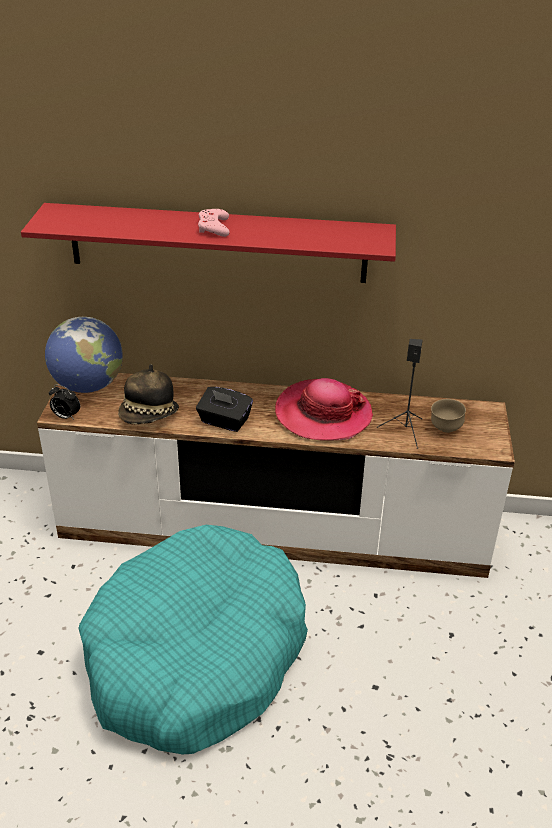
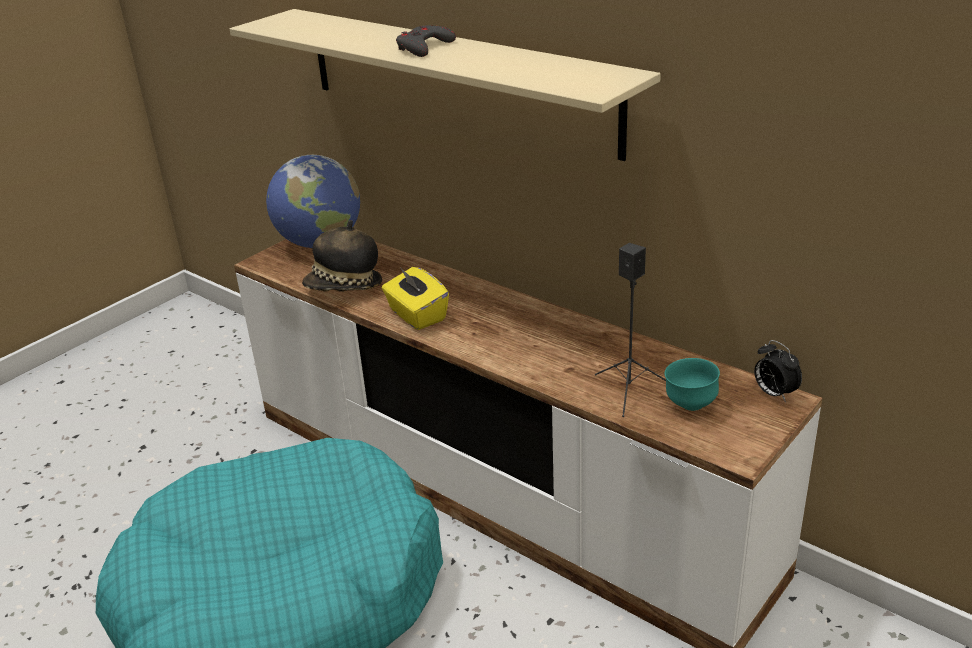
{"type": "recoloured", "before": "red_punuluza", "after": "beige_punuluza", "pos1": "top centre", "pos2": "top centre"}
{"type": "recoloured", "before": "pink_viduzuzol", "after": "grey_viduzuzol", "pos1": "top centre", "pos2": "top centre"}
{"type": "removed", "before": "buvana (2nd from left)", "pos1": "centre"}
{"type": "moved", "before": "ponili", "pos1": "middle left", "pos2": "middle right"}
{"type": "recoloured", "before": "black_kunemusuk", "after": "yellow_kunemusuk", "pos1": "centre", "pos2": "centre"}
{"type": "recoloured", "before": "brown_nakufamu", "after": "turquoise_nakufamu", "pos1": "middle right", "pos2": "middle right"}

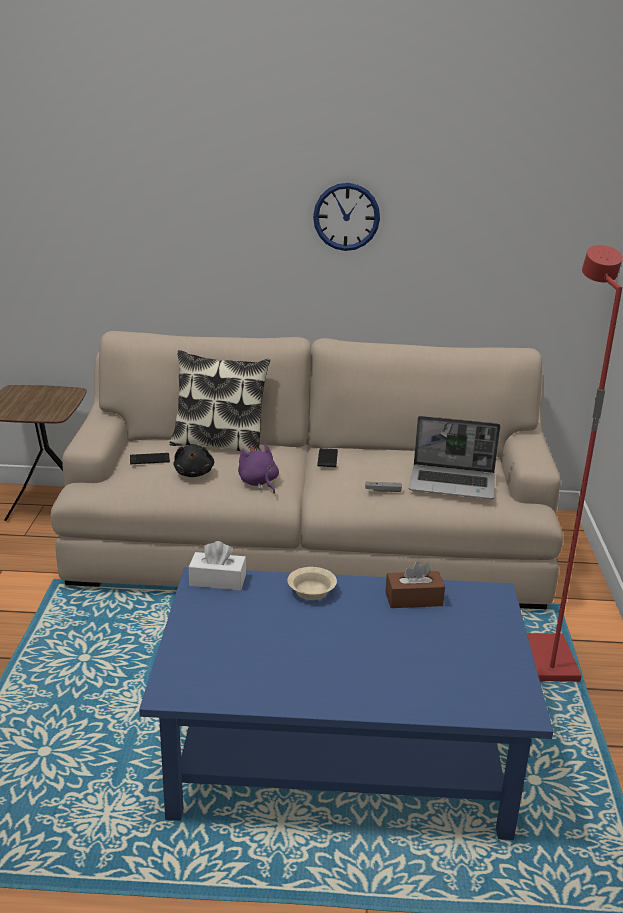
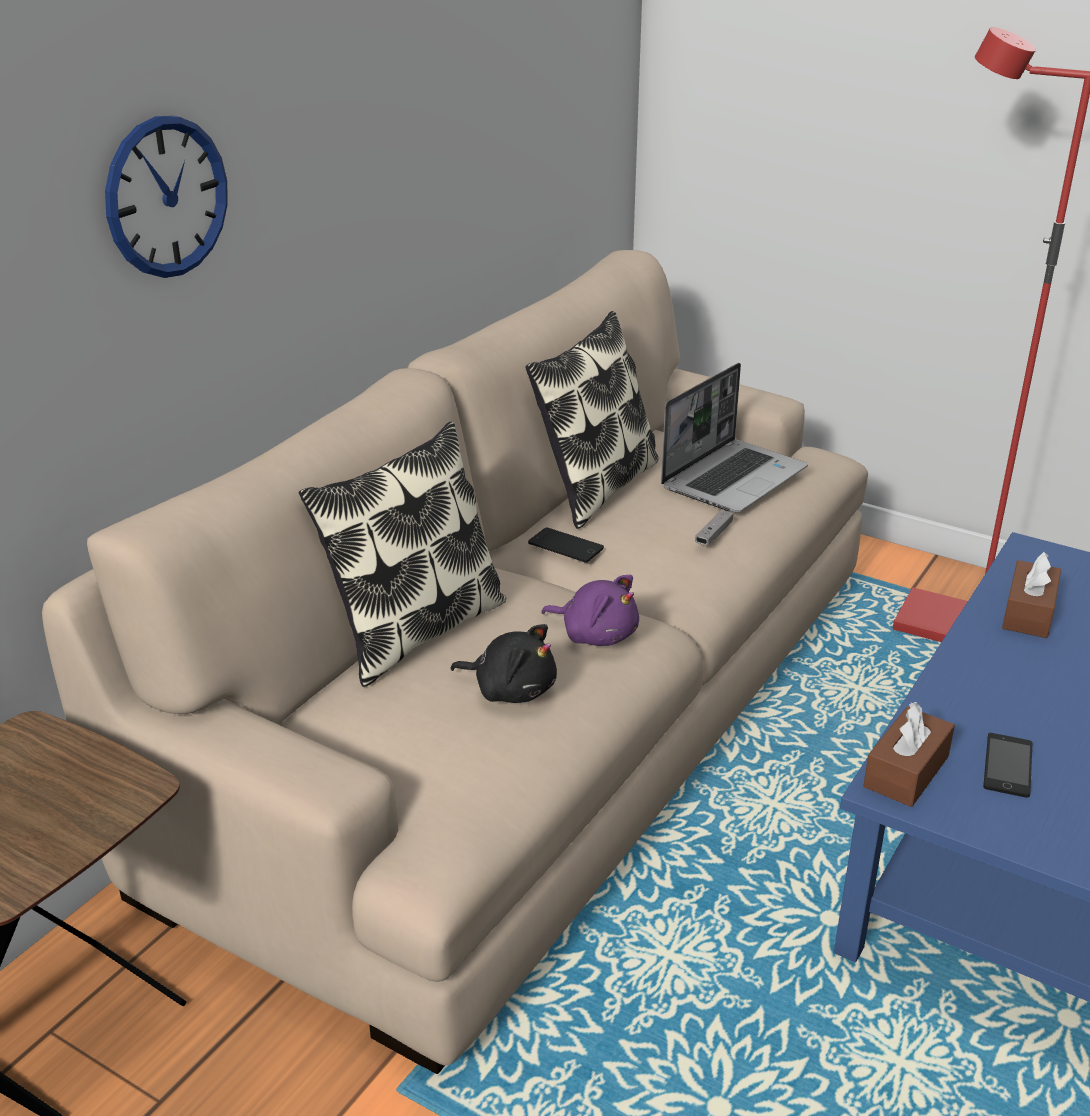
{"type": "moved", "before": "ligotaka", "pos1": "top centre", "pos2": "top left"}
{"type": "turned", "before": "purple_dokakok", "pos1": "centre", "pos2": "centre", "turn": -150}
{"type": "moved", "before": "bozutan (1st from left in the first image)", "after": "bozutan (2nd from left)", "pos1": "middle left", "pos2": "bottom right"}
{"type": "recoloured", "before": "white_kunemusuk", "after": "brown_kunemusuk (1st from left)", "pos1": "centre", "pos2": "bottom right"}
{"type": "removed", "before": "beige_nakufamu", "pos1": "centre"}
{"type": "added", "after": "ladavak (2nd from left)", "pos2": "centre"}

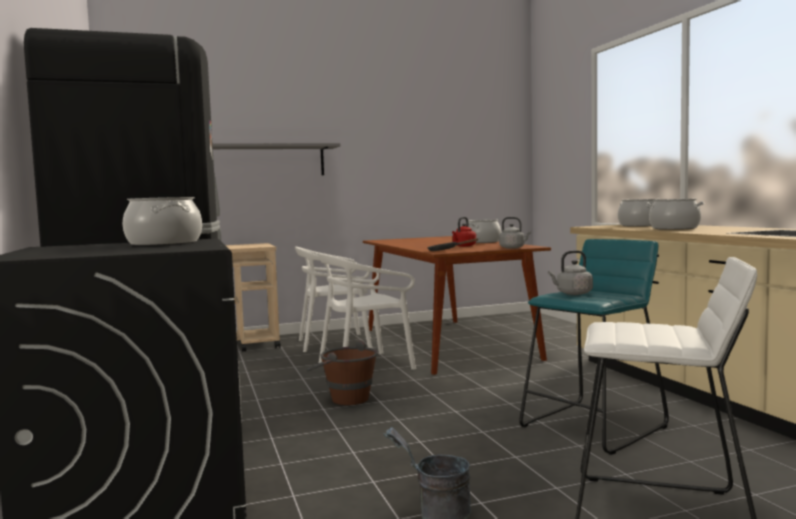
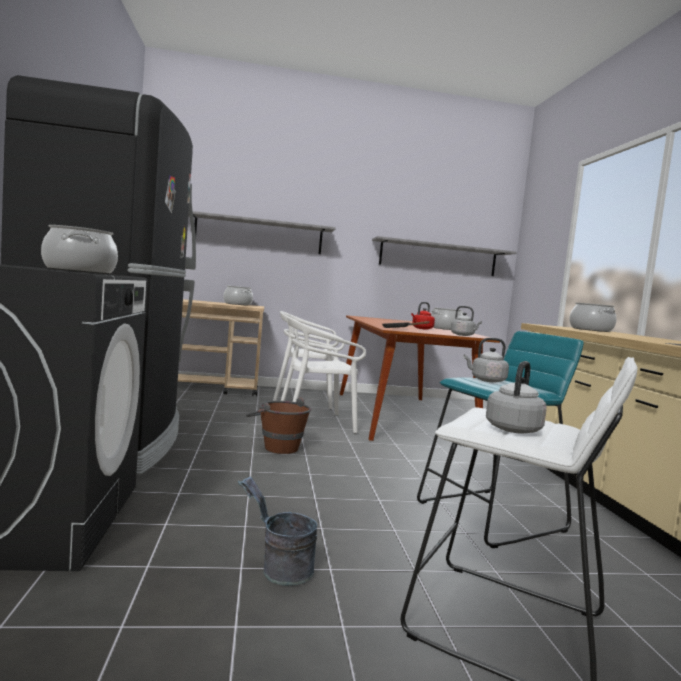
{"type": "moved", "before": "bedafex (4th from left in the first image)", "after": "bedafex (2nd from left)", "pos1": "middle right", "pos2": "centre"}
{"type": "added", "after": "grey_punuluza (2nd from left)", "pos2": "centre"}
{"type": "added", "after": "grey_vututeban (3rd from left)", "pos2": "middle right"}

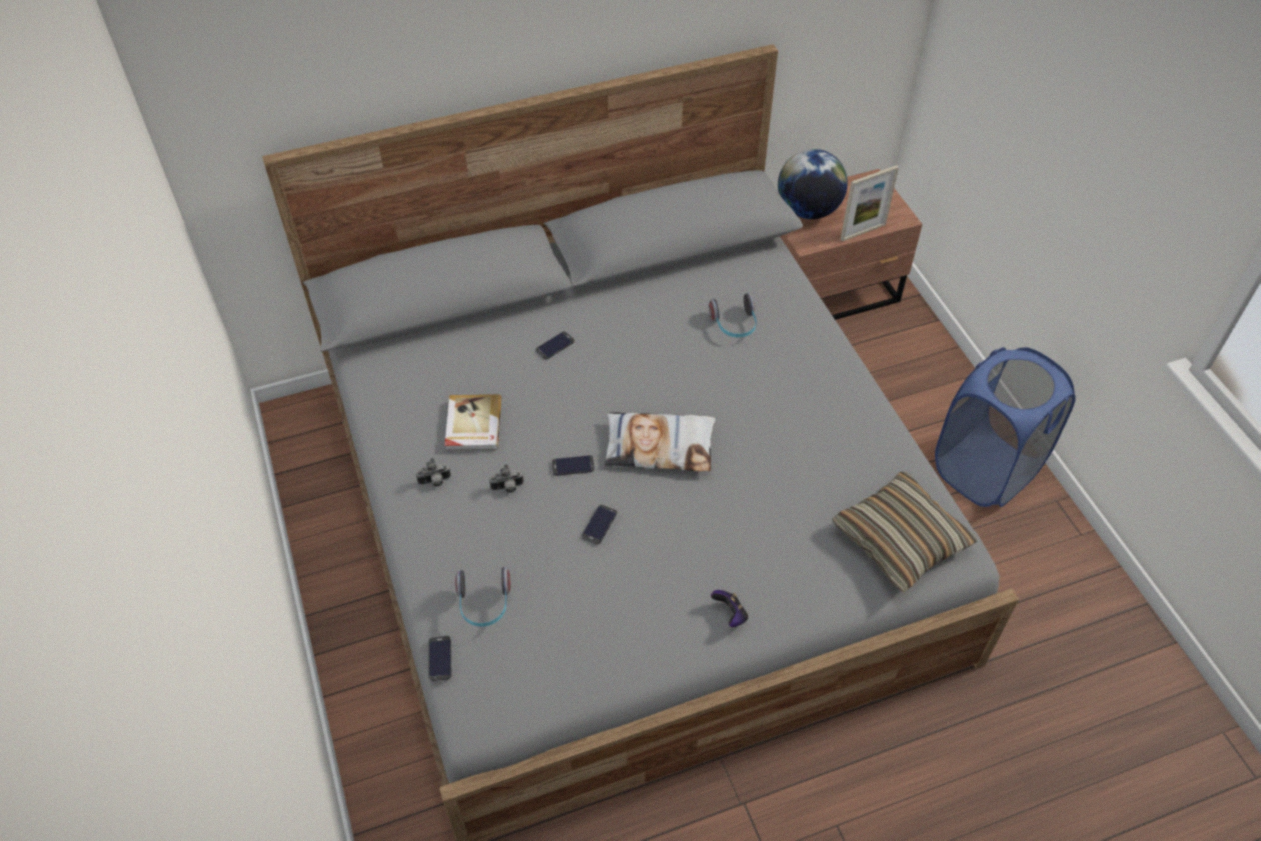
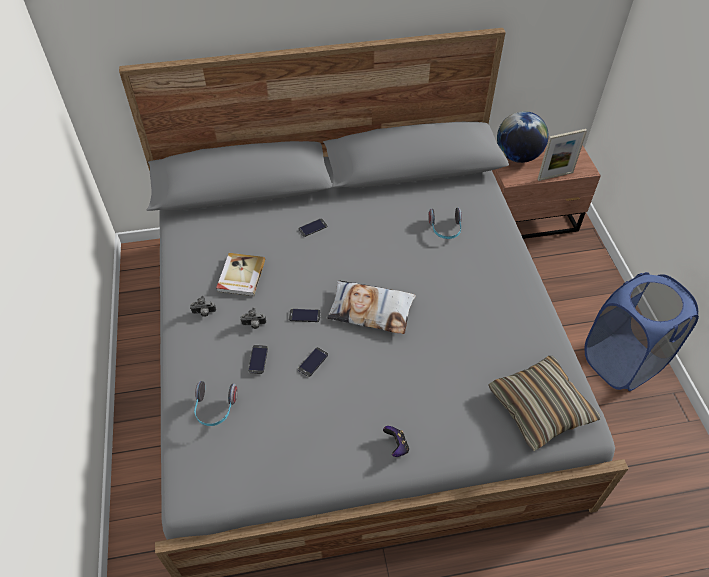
{"type": "moved", "before": "bozutan (1st from left)", "pos1": "bottom centre", "pos2": "centre"}

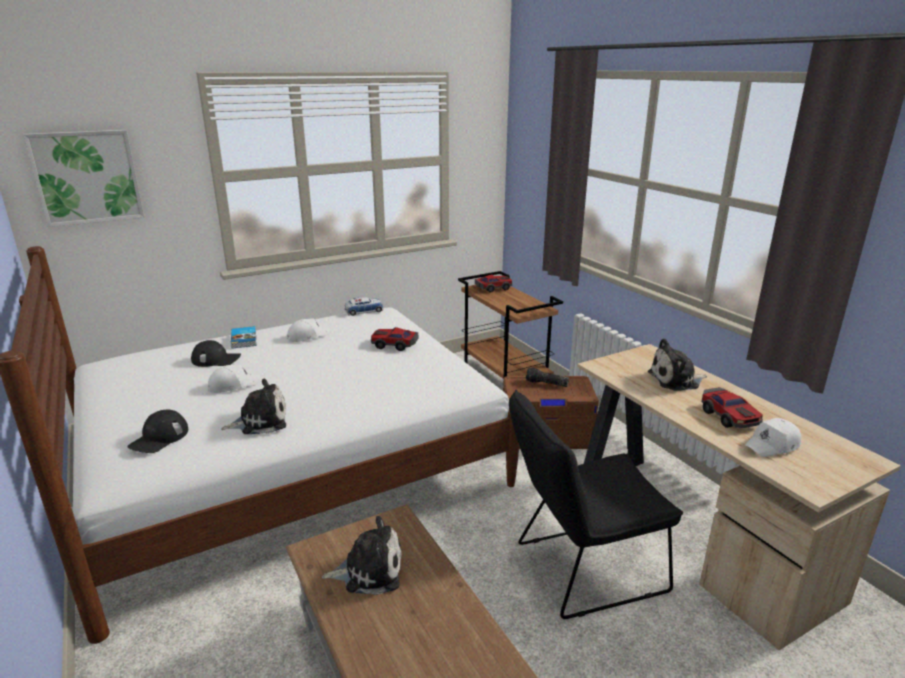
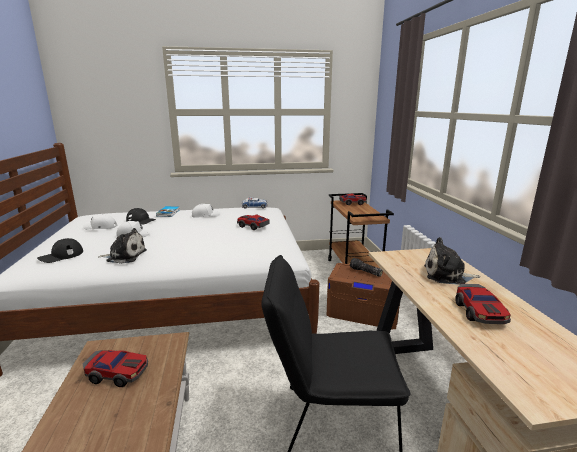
{"type": "removed", "before": "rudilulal", "pos1": "top left"}
{"type": "moved", "before": "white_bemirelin (3rd from left in the first image)", "after": "white_bemirelin (1st from left)", "pos1": "middle right", "pos2": "middle left"}
{"type": "replaced", "before": "dokakok (2nd from left)", "after": "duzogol (1st from left)", "pos1": "bottom centre", "pos2": "bottom left"}

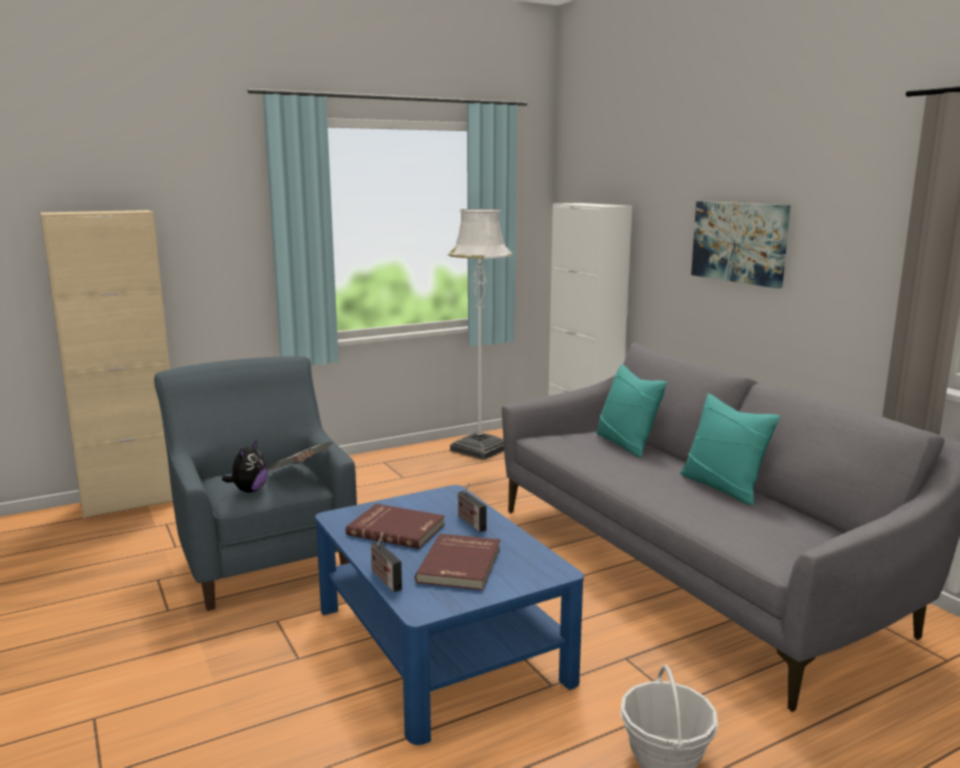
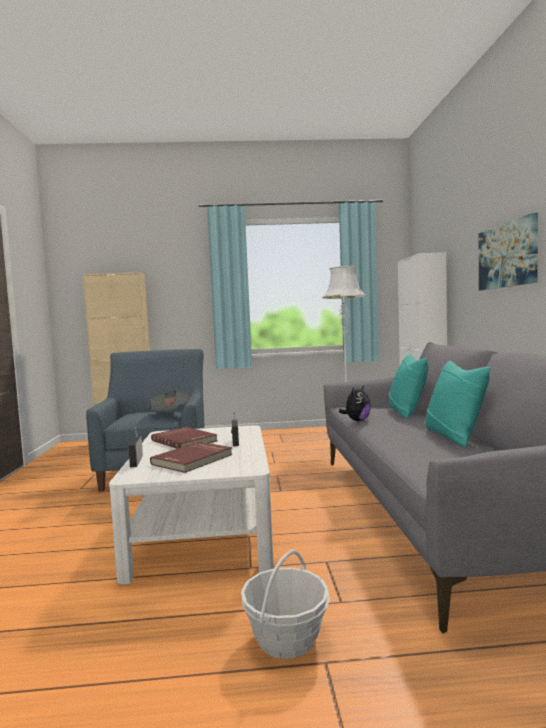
{"type": "moved", "before": "dokakok", "pos1": "middle left", "pos2": "centre"}
{"type": "recoloured", "before": "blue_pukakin", "after": "white_pukakin", "pos1": "bottom centre", "pos2": "bottom centre"}

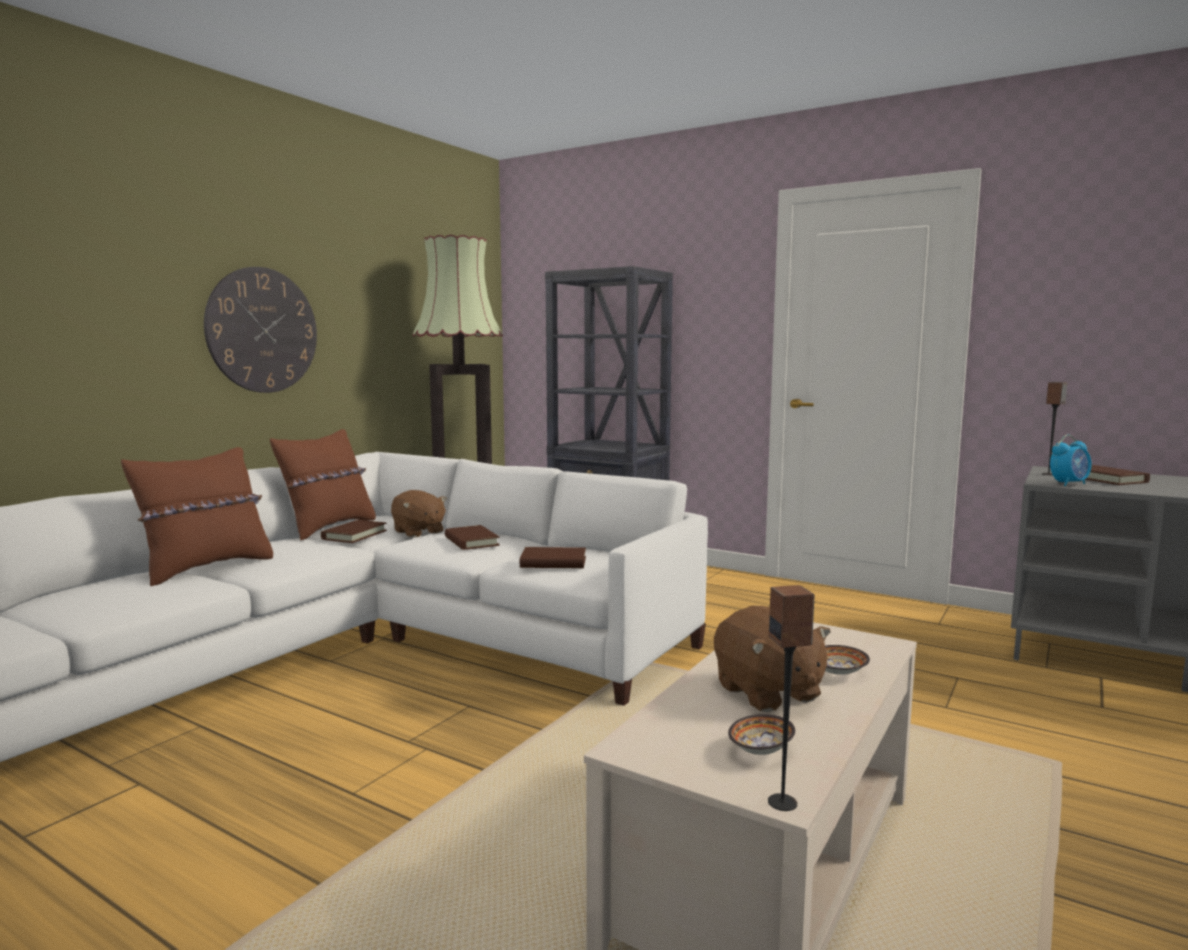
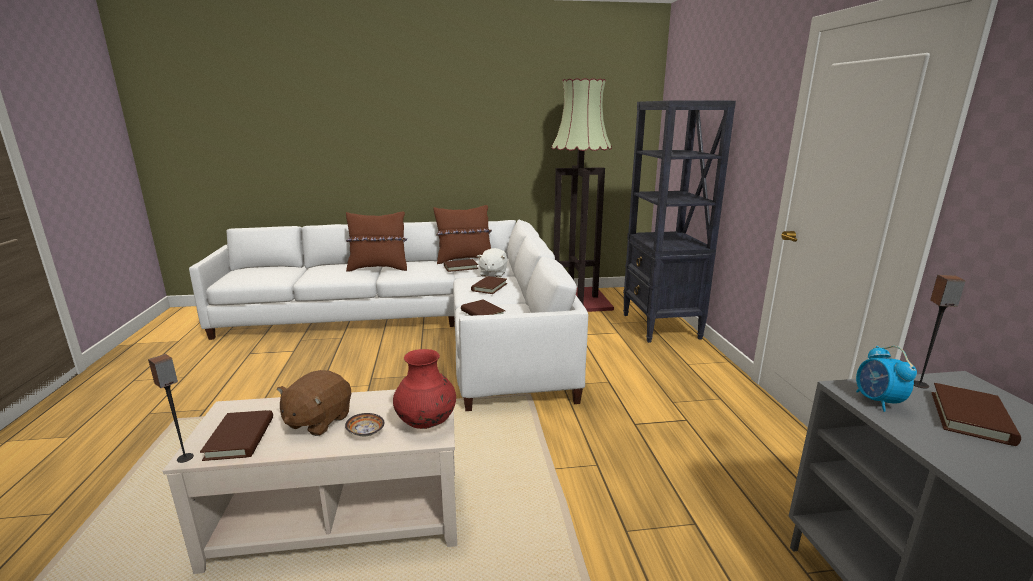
{"type": "removed", "before": "ligotaka", "pos1": "middle left"}
{"type": "turned", "before": "ponili", "pos1": "middle right", "pos2": "middle right", "turn": 60}
{"type": "recoloured", "before": "brown_dokakok (1st from left)", "after": "white_dokakok", "pos1": "centre", "pos2": "centre"}
{"type": "replaced", "before": "nakufamu (1st from left)", "after": "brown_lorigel (1st from left)", "pos1": "bottom centre", "pos2": "bottom left"}
{"type": "added", "after": "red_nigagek", "pos2": "bottom centre"}

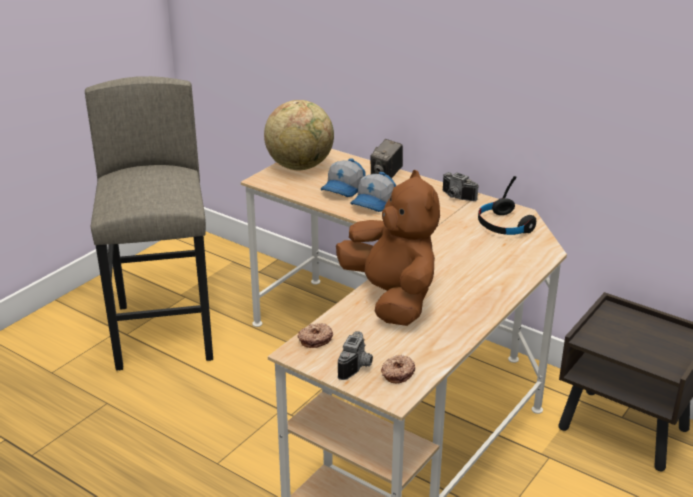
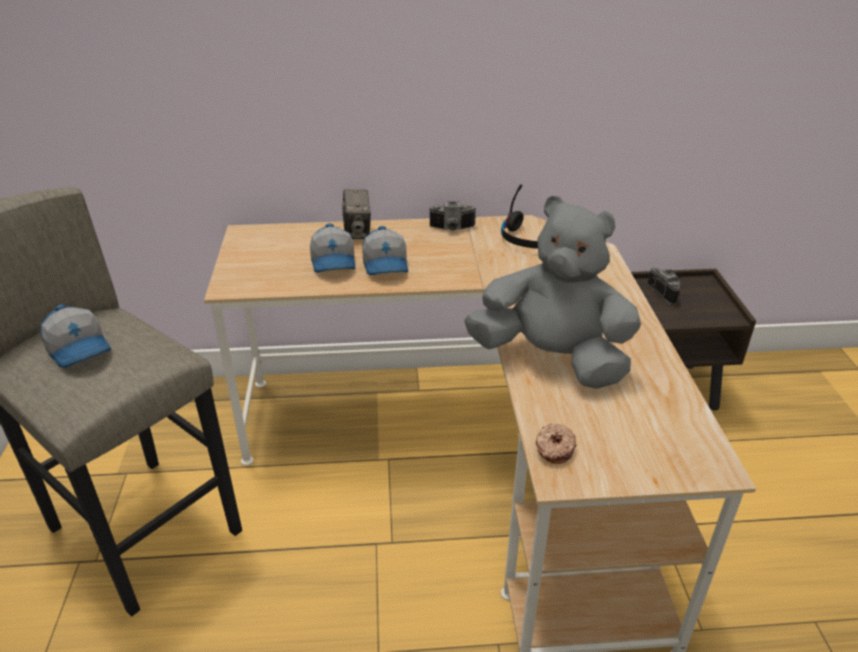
{"type": "removed", "before": "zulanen", "pos1": "top centre"}
{"type": "recoloured", "before": "brown_dokakok", "after": "grey_dokakok", "pos1": "centre", "pos2": "centre"}
{"type": "moved", "before": "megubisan (1st from left in the first image)", "after": "megubisan (3rd from left)", "pos1": "bottom centre", "pos2": "middle right"}
{"type": "removed", "before": "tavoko (2nd from left)", "pos1": "bottom centre"}
{"type": "added", "after": "bemirelin (1st from left)", "pos2": "middle left"}

